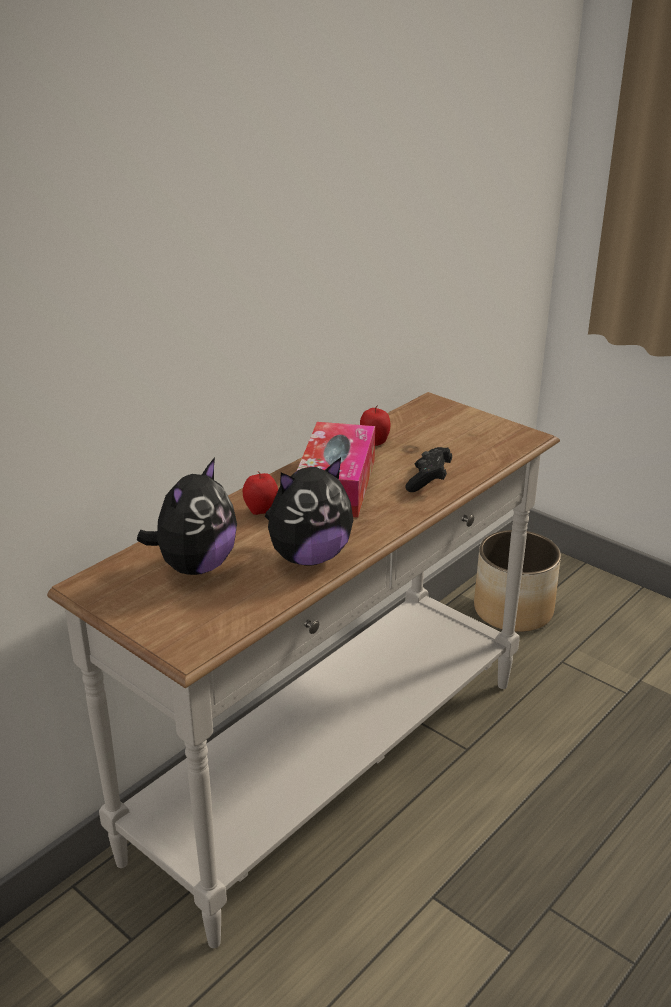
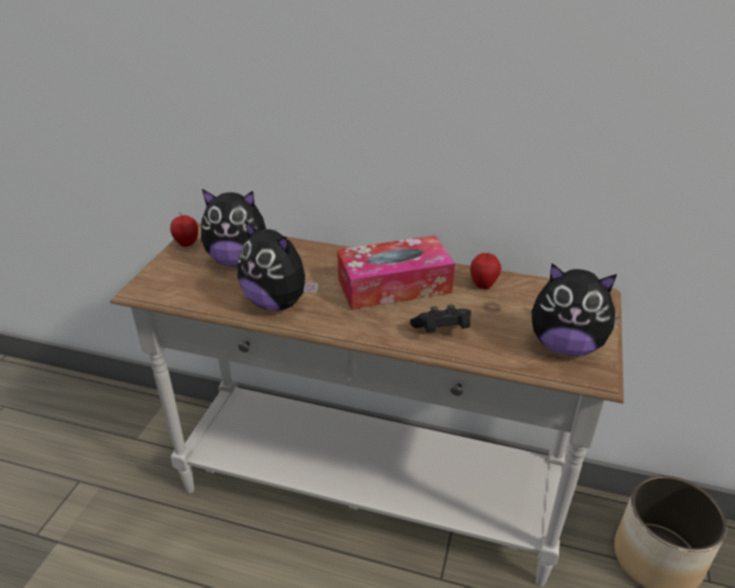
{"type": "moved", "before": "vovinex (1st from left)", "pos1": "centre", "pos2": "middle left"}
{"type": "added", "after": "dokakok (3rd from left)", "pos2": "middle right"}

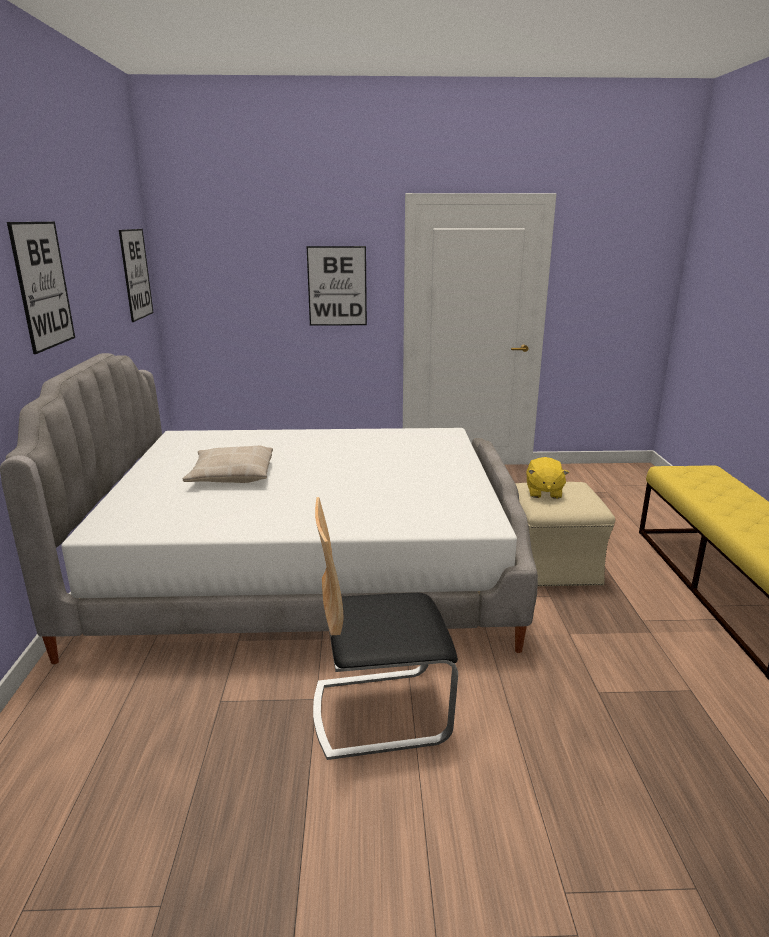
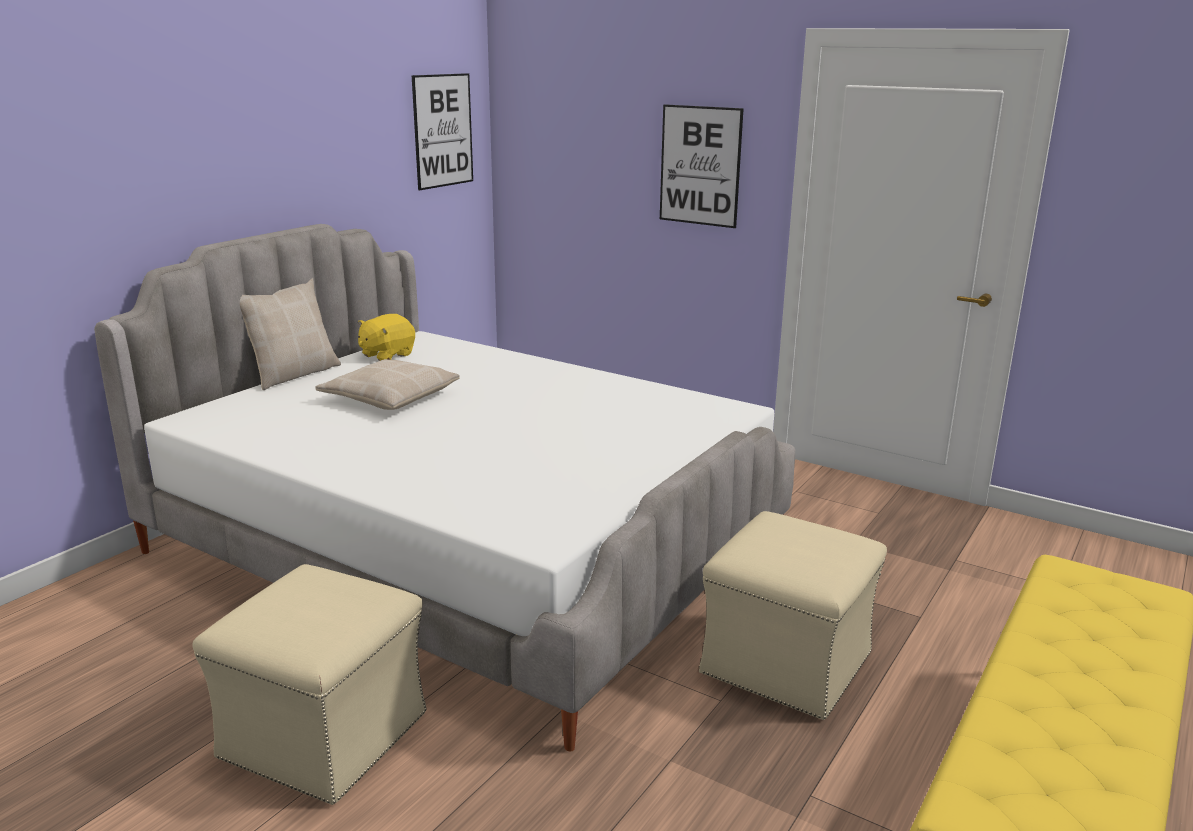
{"type": "removed", "before": "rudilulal (1st from left)", "pos1": "top left"}
{"type": "moved", "before": "yellow_dokakok", "pos1": "middle right", "pos2": "middle left"}
{"type": "replaced", "before": "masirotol", "after": "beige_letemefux (1st from left)", "pos1": "bottom centre", "pos2": "bottom left"}
{"type": "added", "after": "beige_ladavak (1st from left)", "pos2": "middle left"}

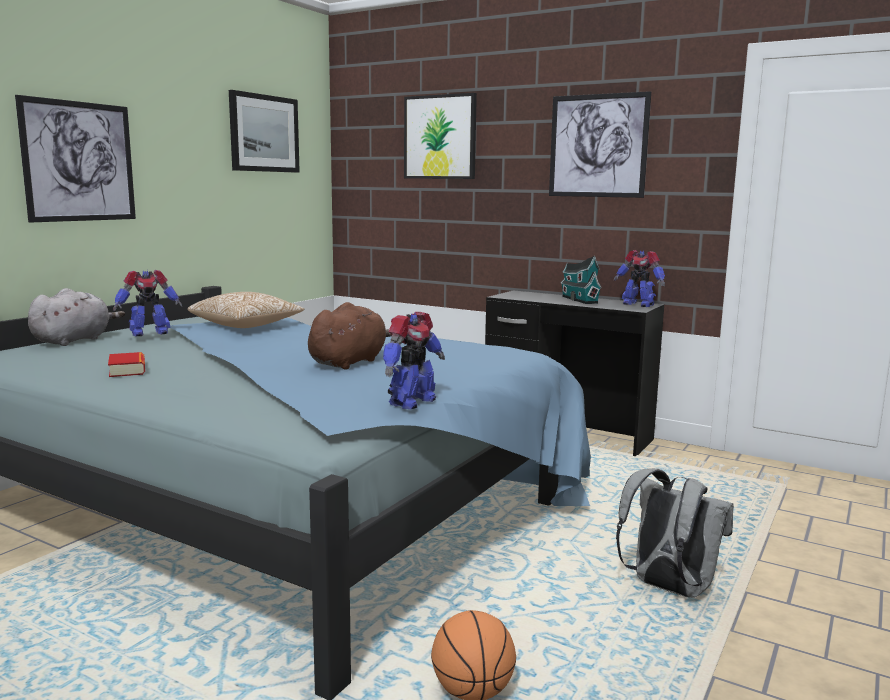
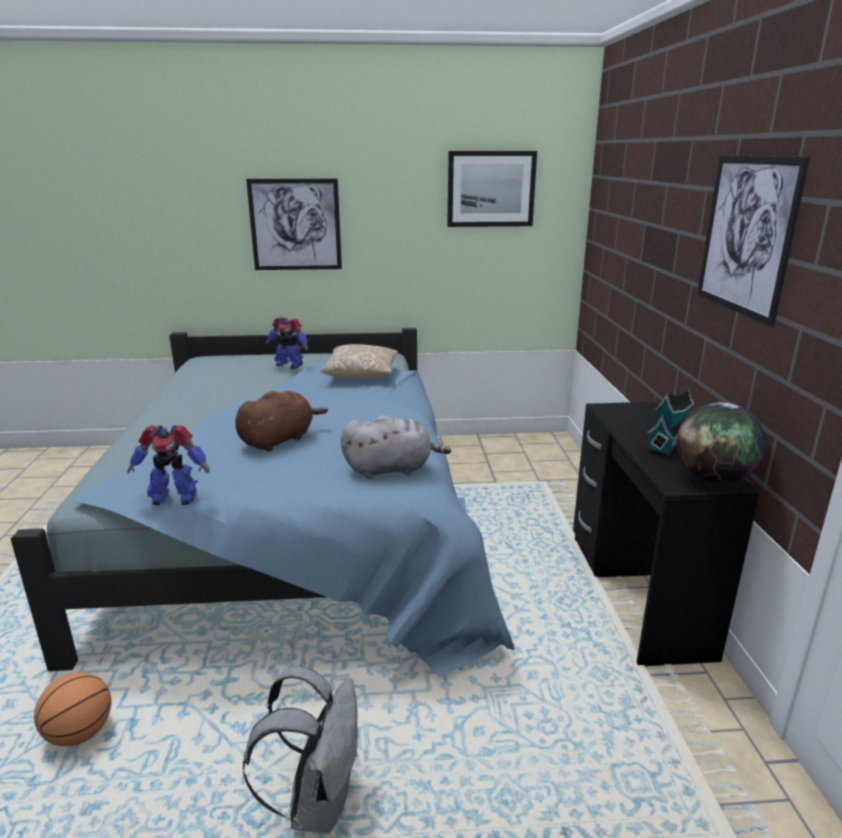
{"type": "removed", "before": "rudilulal (3rd from left)", "pos1": "top centre"}
{"type": "replaced", "before": "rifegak (3rd from left)", "after": "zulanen", "pos1": "middle right", "pos2": "middle right"}
{"type": "moved", "before": "grey_dokakok", "pos1": "middle left", "pos2": "centre"}
{"type": "turned", "before": "brown_dokakok", "pos1": "centre", "pos2": "centre", "turn": -45}
{"type": "removed", "before": "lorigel", "pos1": "middle left"}

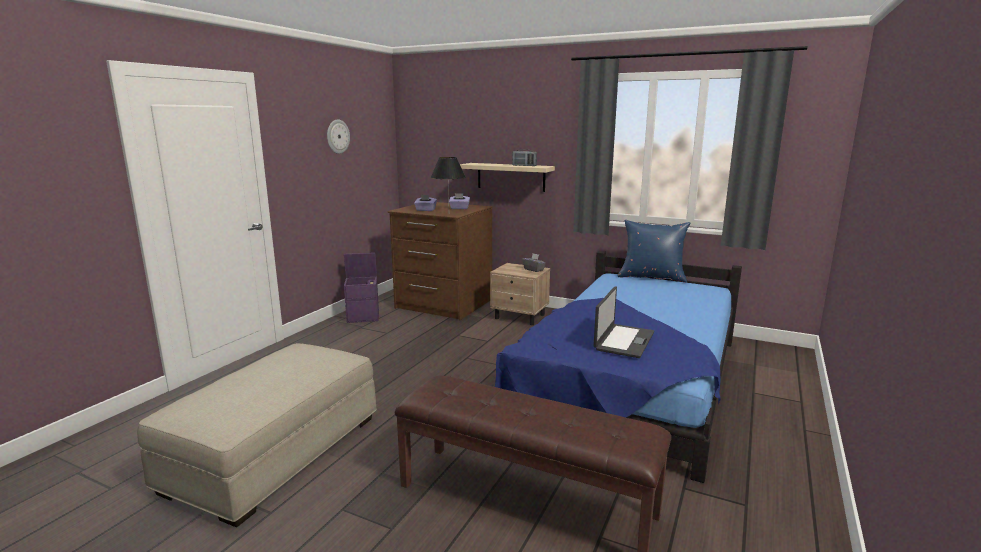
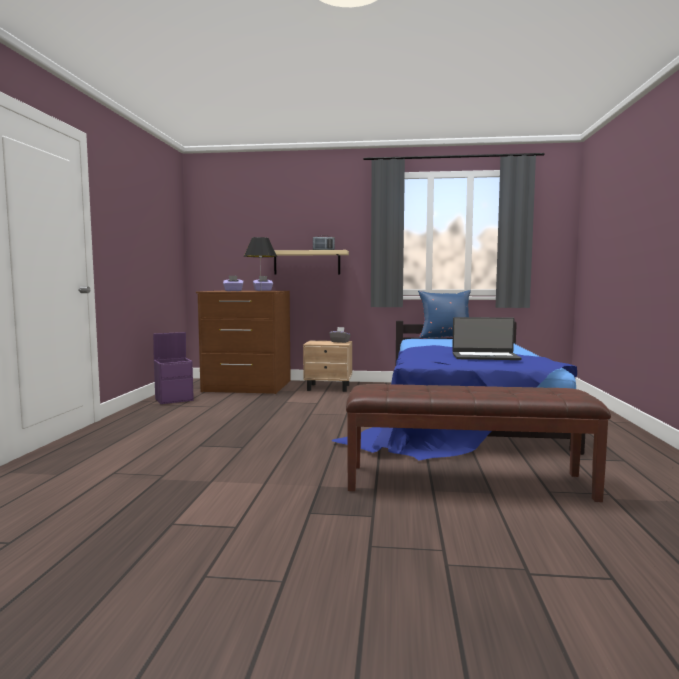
{"type": "removed", "before": "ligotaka", "pos1": "top centre"}
{"type": "turned", "before": "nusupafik", "pos1": "centre", "pos2": "middle right", "turn": 90}
{"type": "removed", "before": "beige_letemefux", "pos1": "bottom left"}

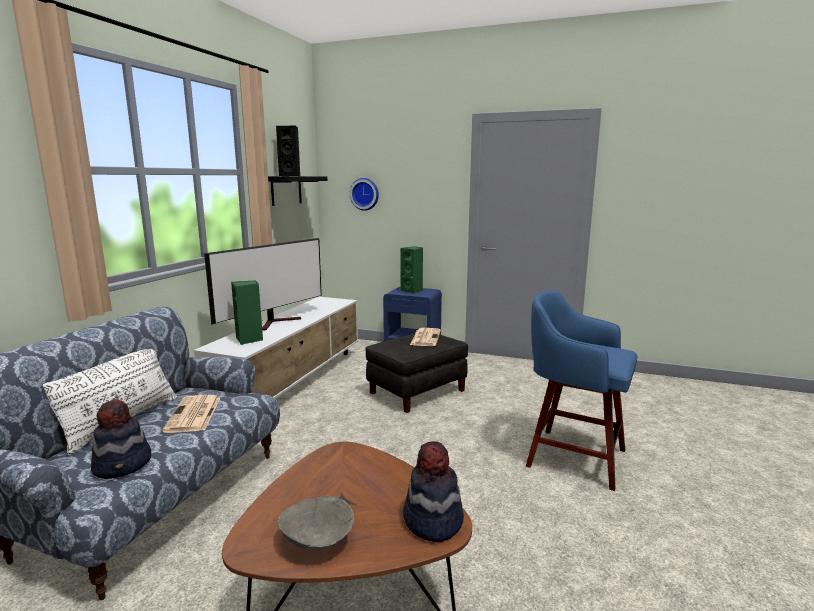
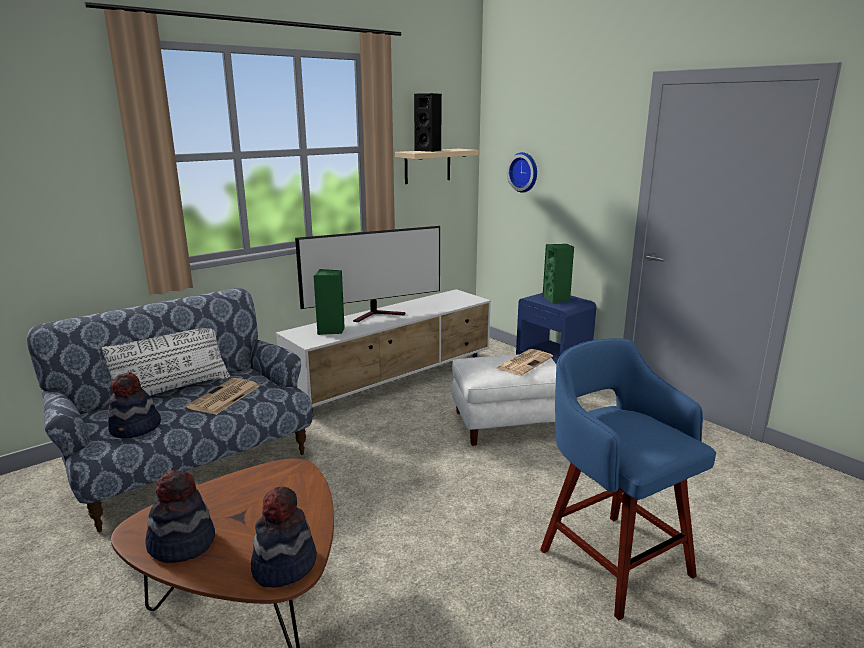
{"type": "recoloured", "before": "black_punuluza", "after": "beige_punuluza", "pos1": "top centre", "pos2": "top centre"}
{"type": "recoloured", "before": "black_letemefux", "after": "white_letemefux", "pos1": "centre", "pos2": "centre"}
{"type": "replaced", "before": "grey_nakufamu", "after": "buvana (2nd from left)", "pos1": "bottom centre", "pos2": "bottom left"}

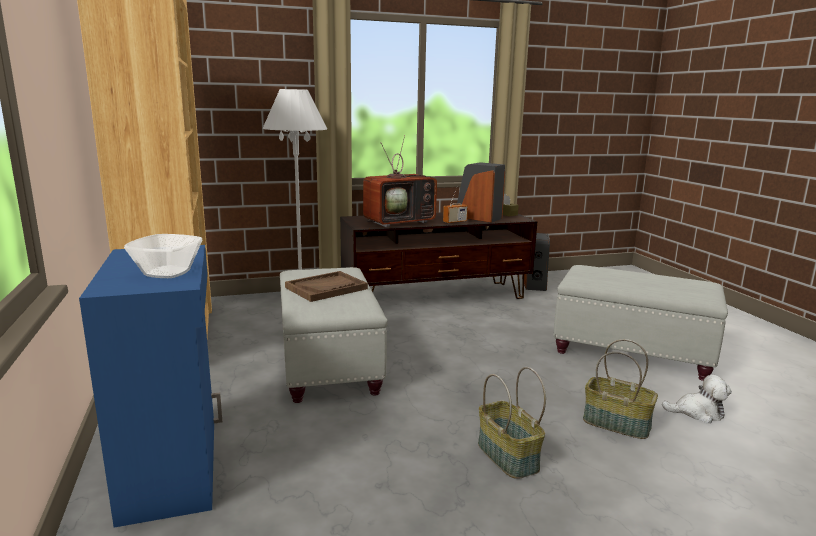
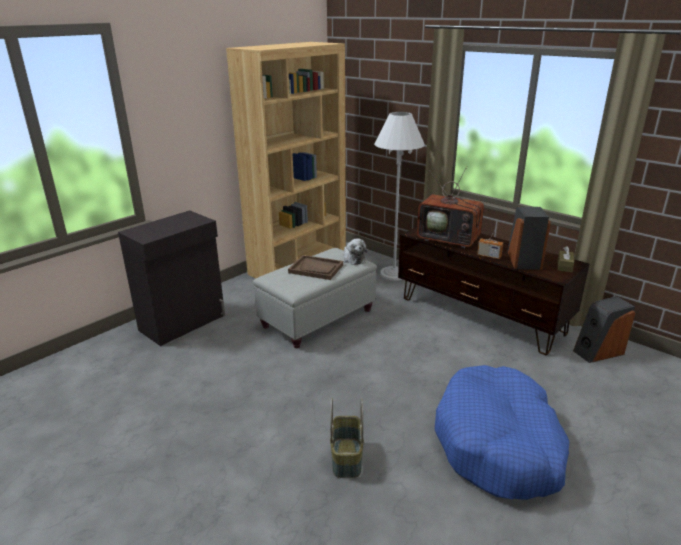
{"type": "removed", "before": "nakufamu", "pos1": "middle left"}
{"type": "recoloured", "before": "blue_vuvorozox", "after": "black_vuvorozox", "pos1": "bottom left", "pos2": "middle left"}
{"type": "replaced", "before": "grey_letemefux (2nd from left)", "after": "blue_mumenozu", "pos1": "middle right", "pos2": "bottom right"}
{"type": "removed", "before": "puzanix (1st from left)", "pos1": "bottom centre"}
{"type": "moved", "before": "dokakok", "pos1": "bottom right", "pos2": "centre"}

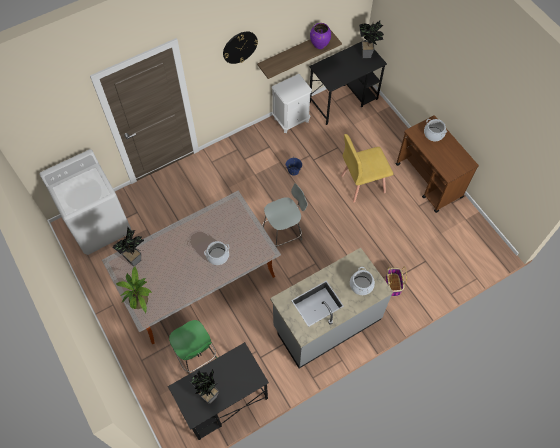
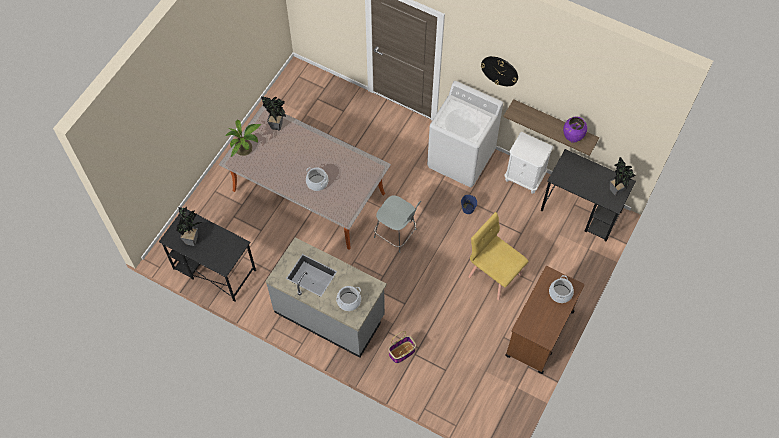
{"type": "moved", "before": "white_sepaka", "pos1": "middle left", "pos2": "top centre"}
{"type": "removed", "before": "green_masirotol", "pos1": "bottom centre"}

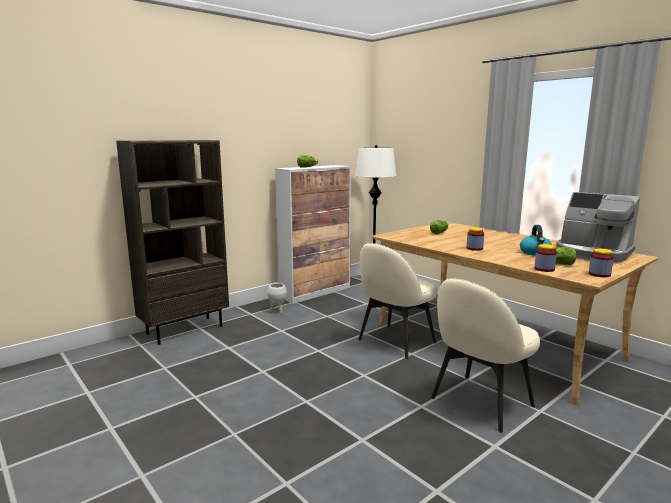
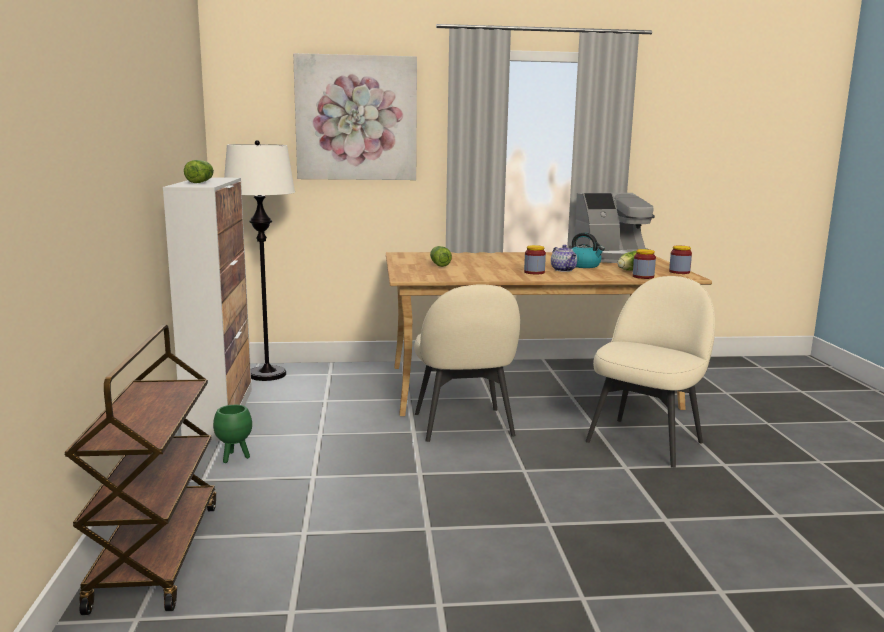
{"type": "replaced", "before": "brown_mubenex", "after": "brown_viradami", "pos1": "middle left", "pos2": "bottom left"}
{"type": "turned", "before": "beige_masirotol (2nd from left)", "pos1": "bottom right", "pos2": "middle right", "turn": -135}
{"type": "recoloured", "before": "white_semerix", "after": "green_semerix", "pos1": "centre", "pos2": "bottom left"}
{"type": "added", "after": "rudilulal", "pos2": "top centre"}
{"type": "added", "after": "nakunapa", "pos2": "centre"}

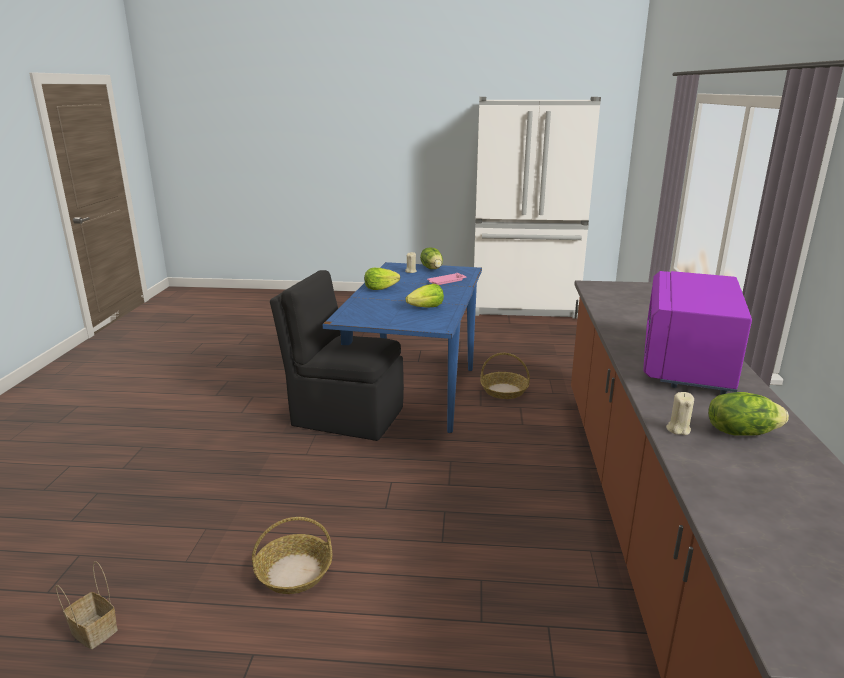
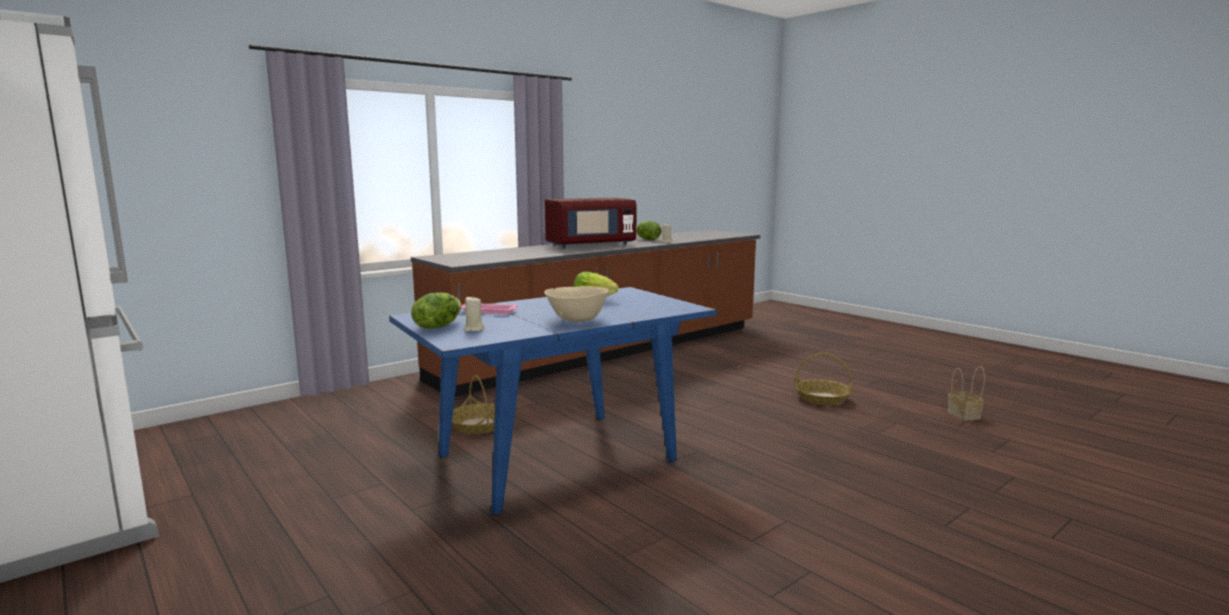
{"type": "replaced", "before": "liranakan (1st from left)", "after": "beige_nakufamu", "pos1": "centre", "pos2": "centre"}
{"type": "removed", "before": "black_masirotol", "pos1": "centre"}
{"type": "recoloured", "before": "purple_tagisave", "after": "red_tagisave", "pos1": "middle right", "pos2": "centre"}

